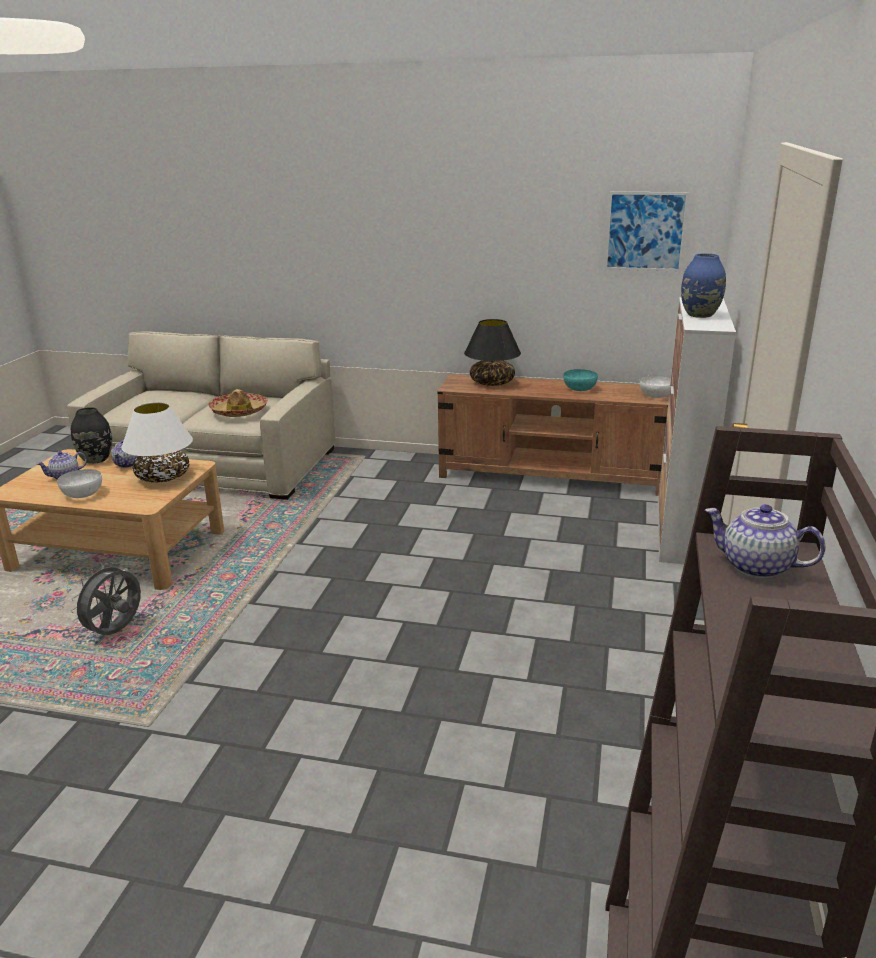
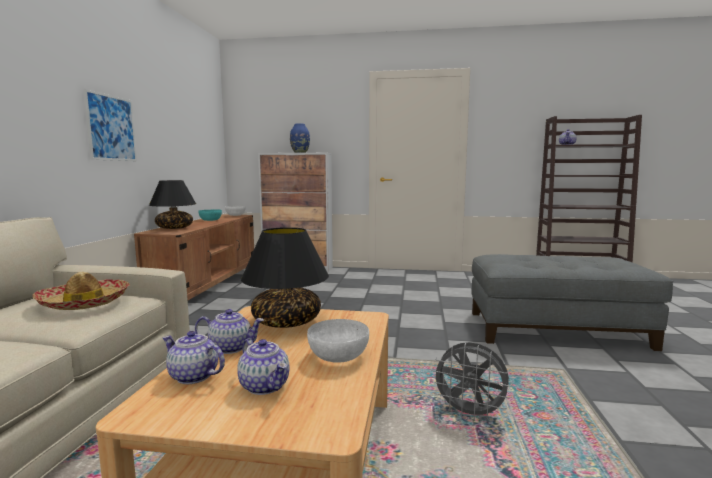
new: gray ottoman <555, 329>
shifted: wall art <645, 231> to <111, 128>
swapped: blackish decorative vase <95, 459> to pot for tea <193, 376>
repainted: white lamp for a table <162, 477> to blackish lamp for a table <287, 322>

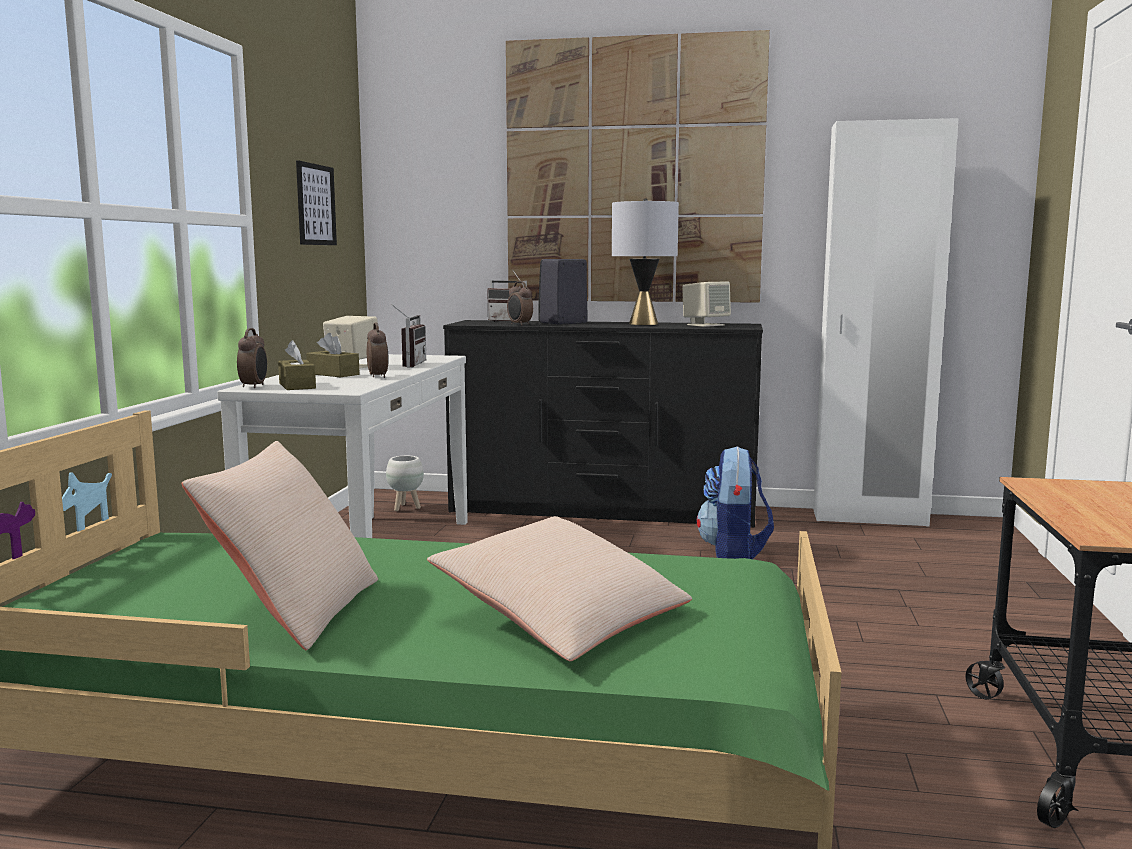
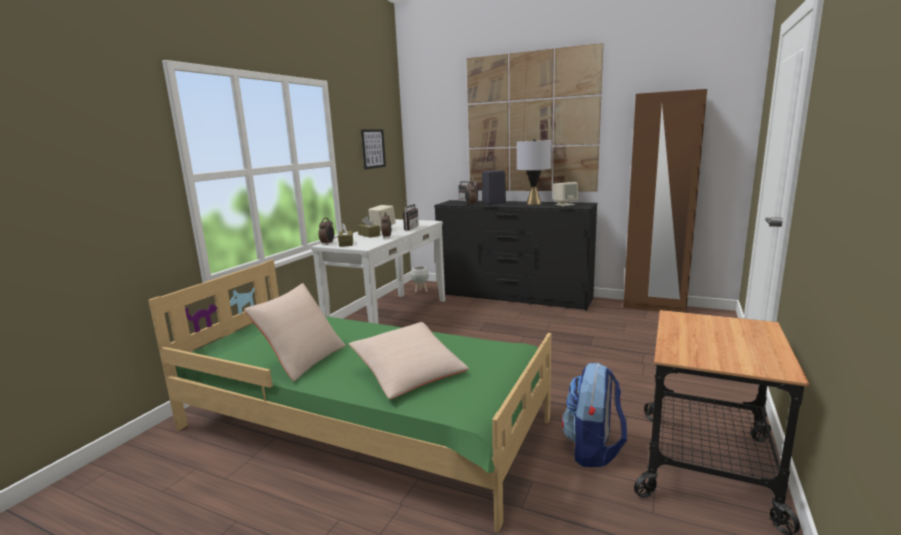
shifted: knapsack <734, 553> to <593, 449>
repainted: white clothes cupboard <869, 518> to brown clothes cupboard <654, 307>

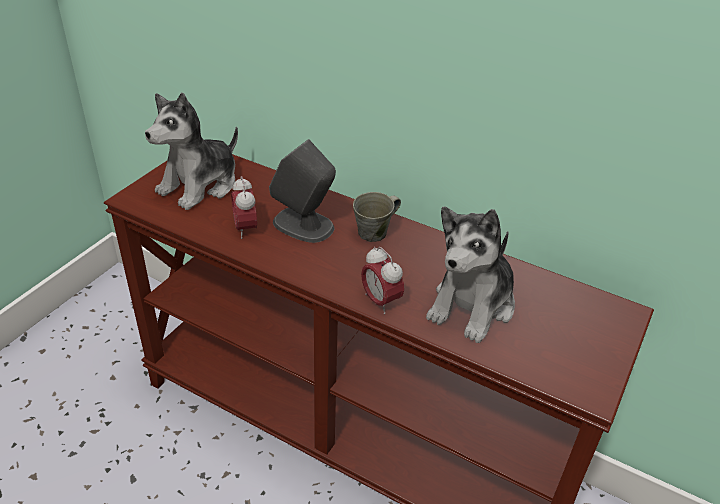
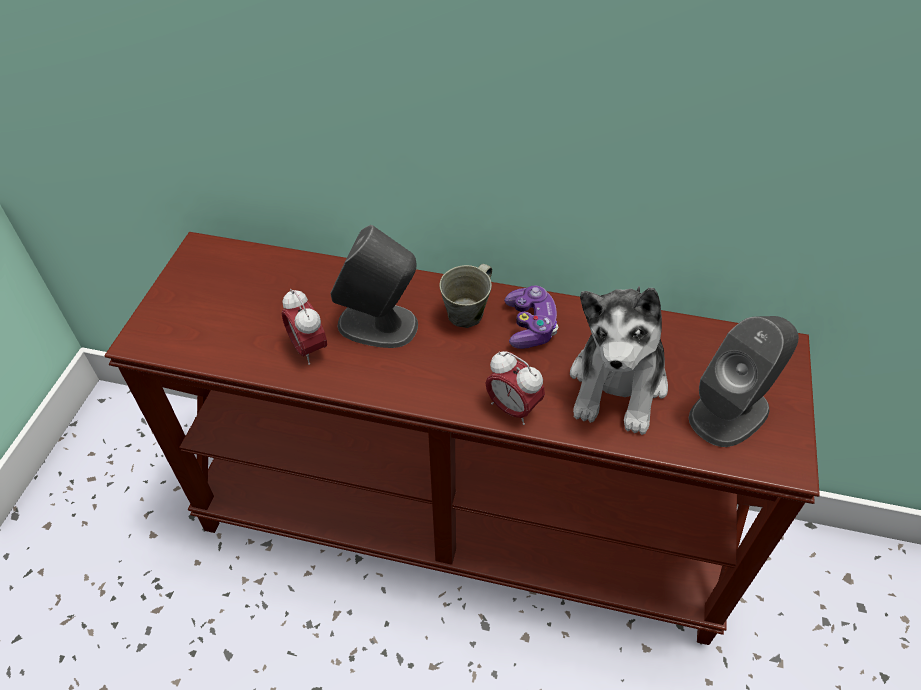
gone: cuddly toy <200, 185>
new: gamepad <530, 326>; gray speaker <729, 412>

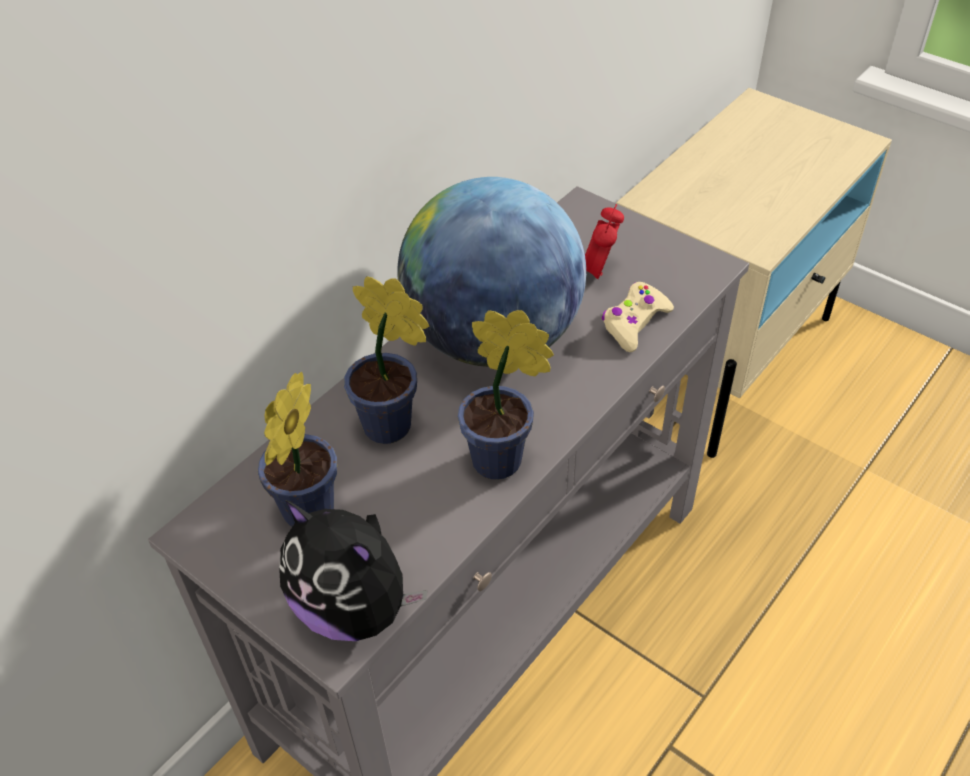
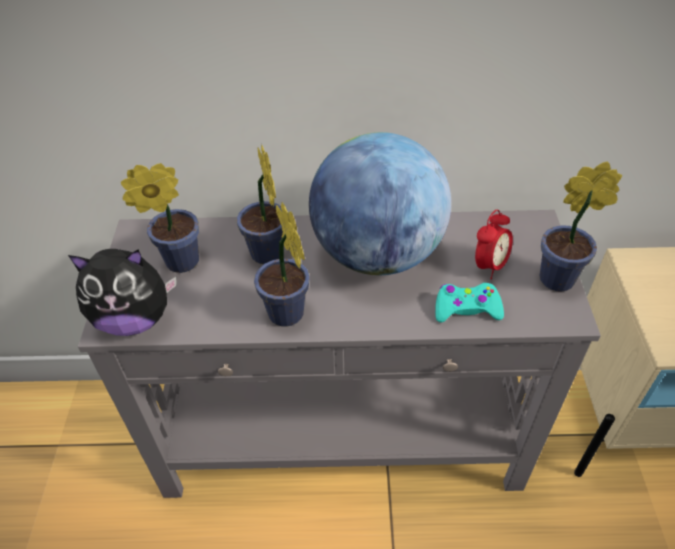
new: plant in a pot <561, 279>
repainted: beige-coloured gamepad <634, 323> to turquoise gamepad <466, 308>
rotated: cuddly toy <355, 607> = <135, 319> 90 degrees counterclockwise; bedside clock <598, 273> = <489, 265> 150 degrees clockwise

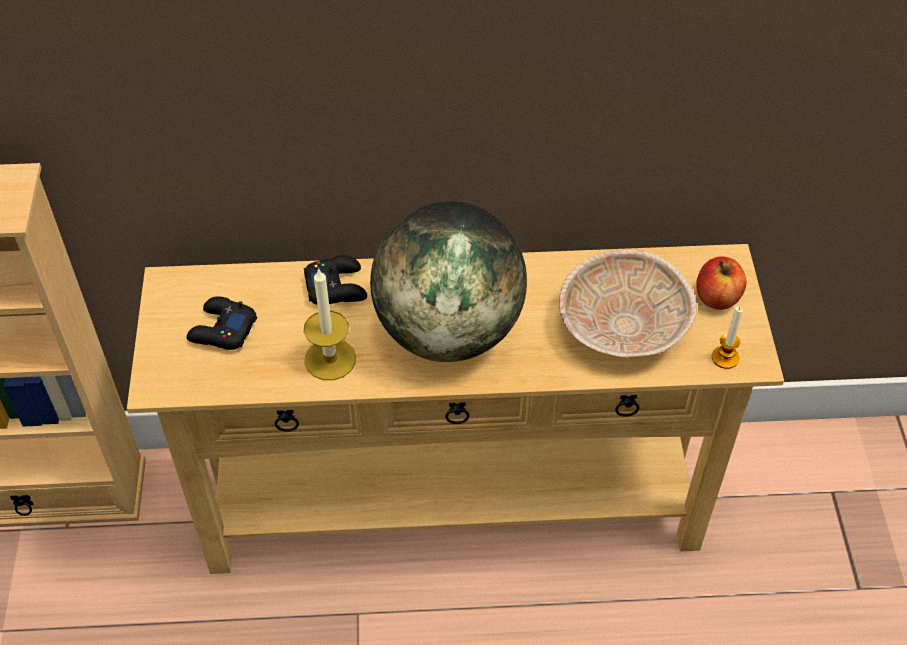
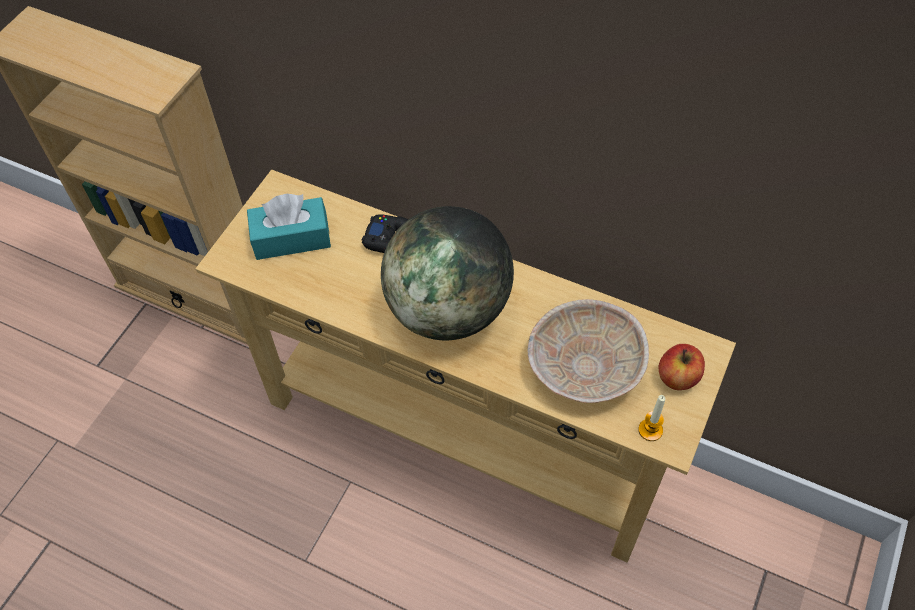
gone: candle <330, 359>
swapped: blackish gamepad <222, 330> to turquoise box of tissues <291, 238>

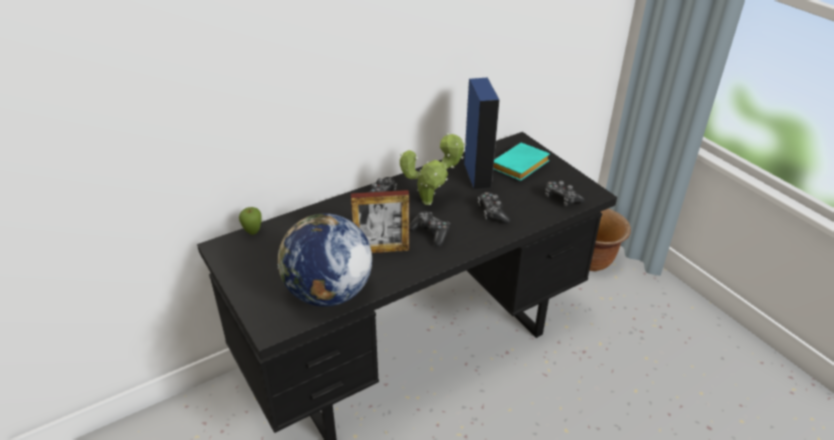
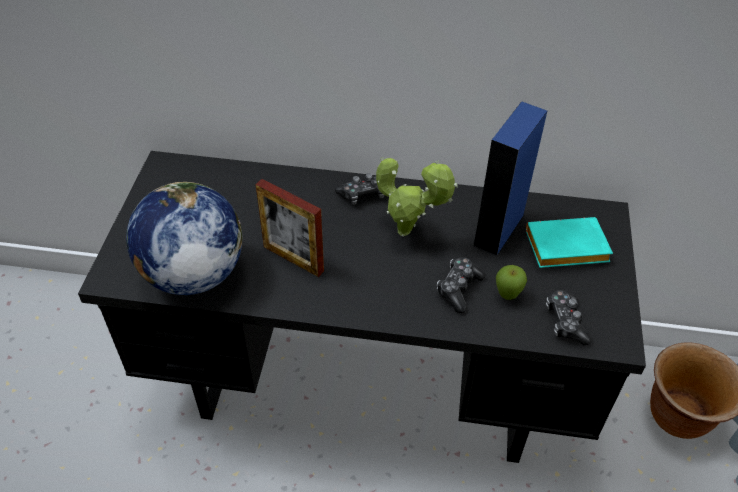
gone: gamepad <430, 233>
shifted: apple fruit <253, 232> to <507, 296>

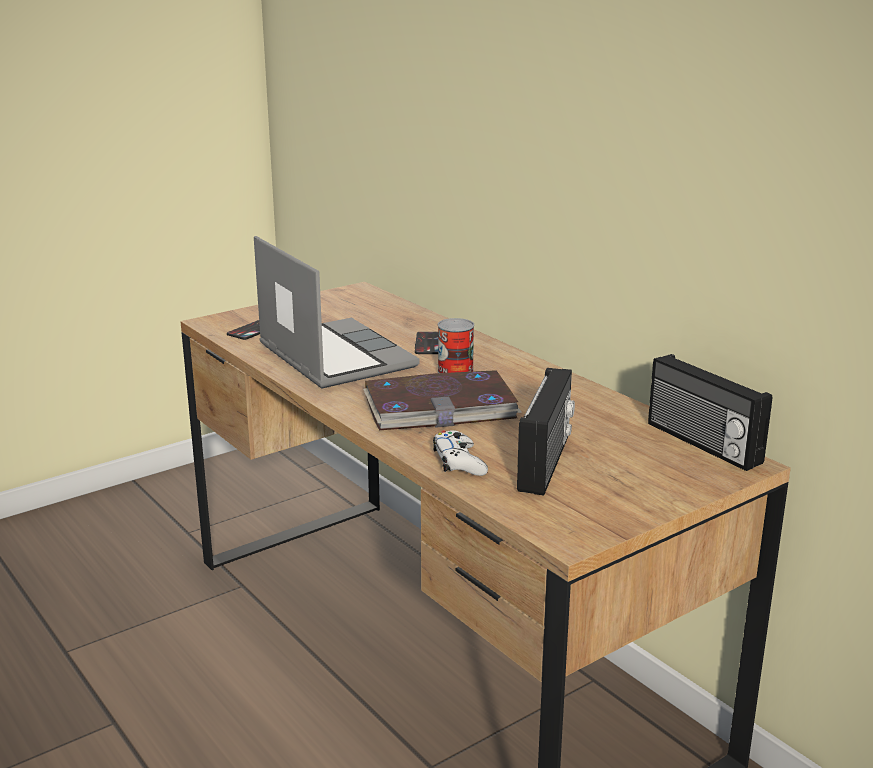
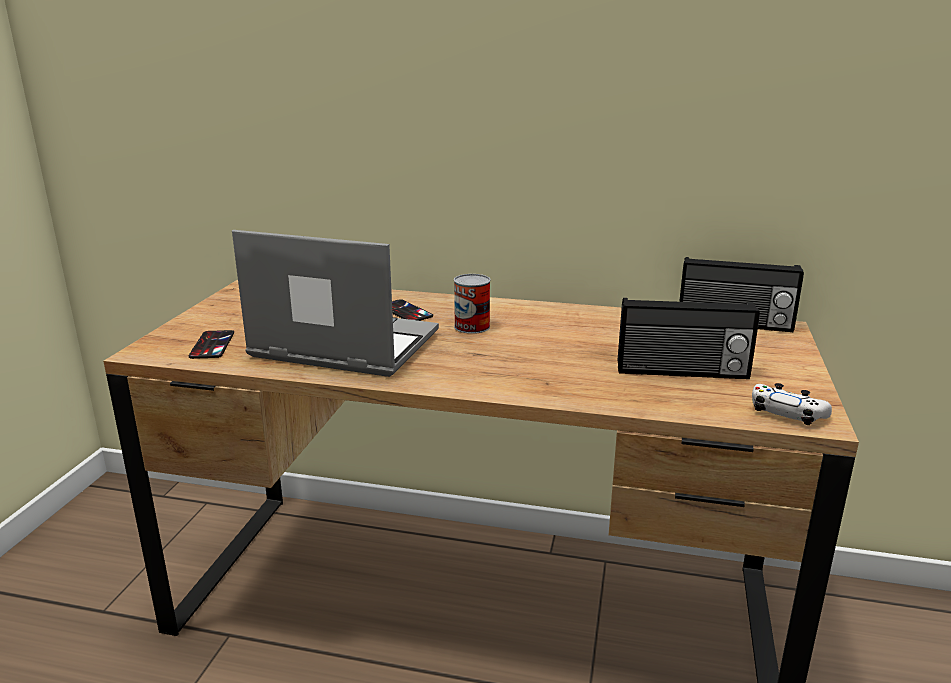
gone: volume <440, 407>
shifted: white gamepad <459, 462> to <787, 413>
rotated: radio <547, 463> = <682, 372> 120 degrees clockwise

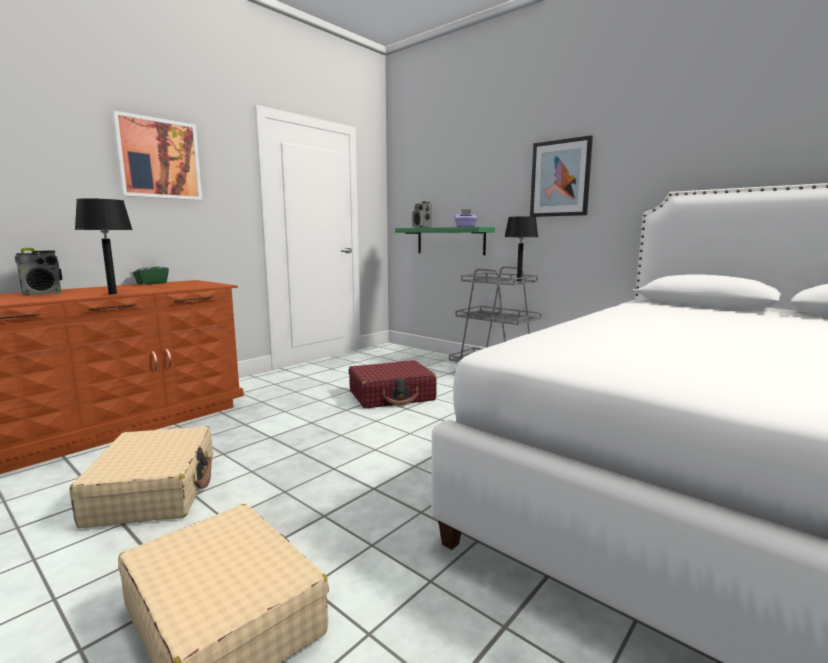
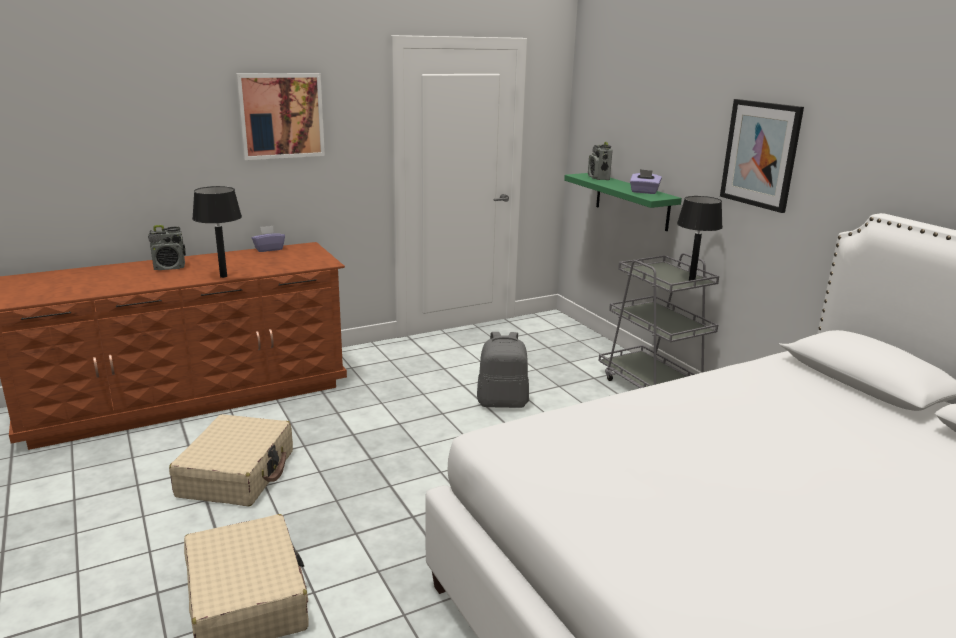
swapped: reddish travel case <392, 396> to gray knapsack <502, 402>
repainted: greenish box of tissues <152, 283> to purplish box of tissues <269, 249>

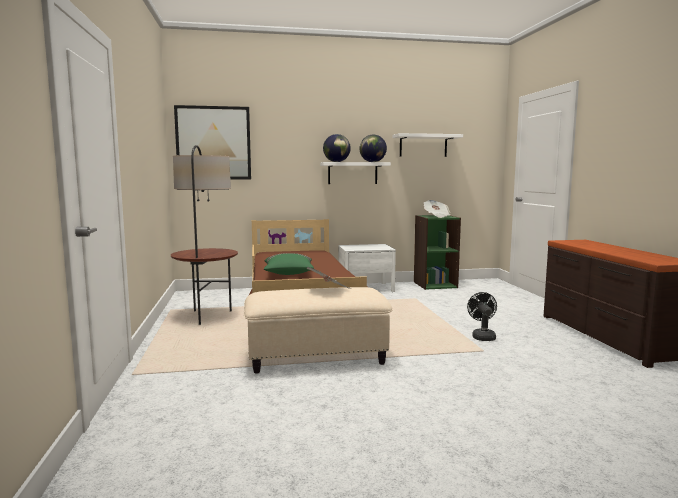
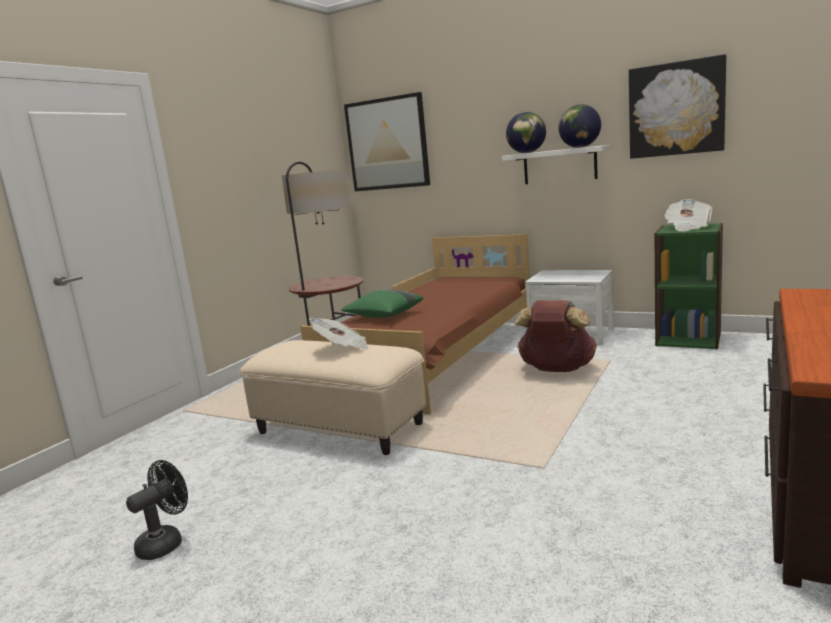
new: brown knapsack <556, 370>
shifted: blackish fan <482, 336> to <166, 542>
swapped: white bracket shelf <423, 146> to wall art <676, 109>

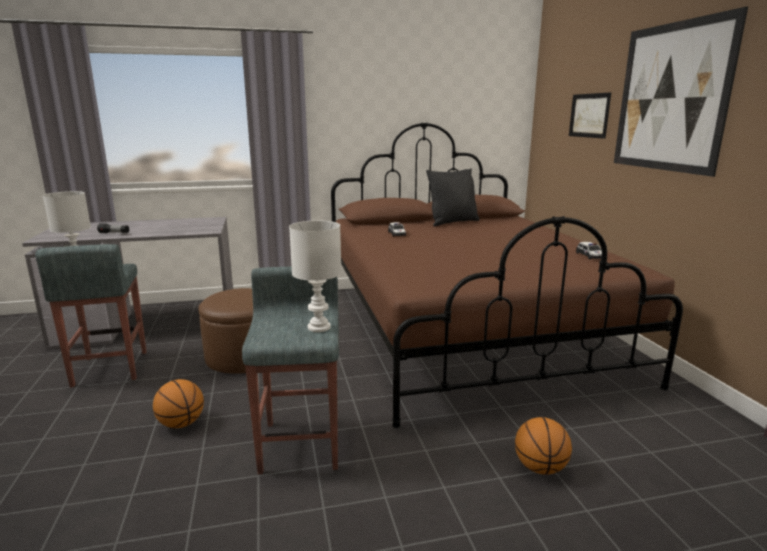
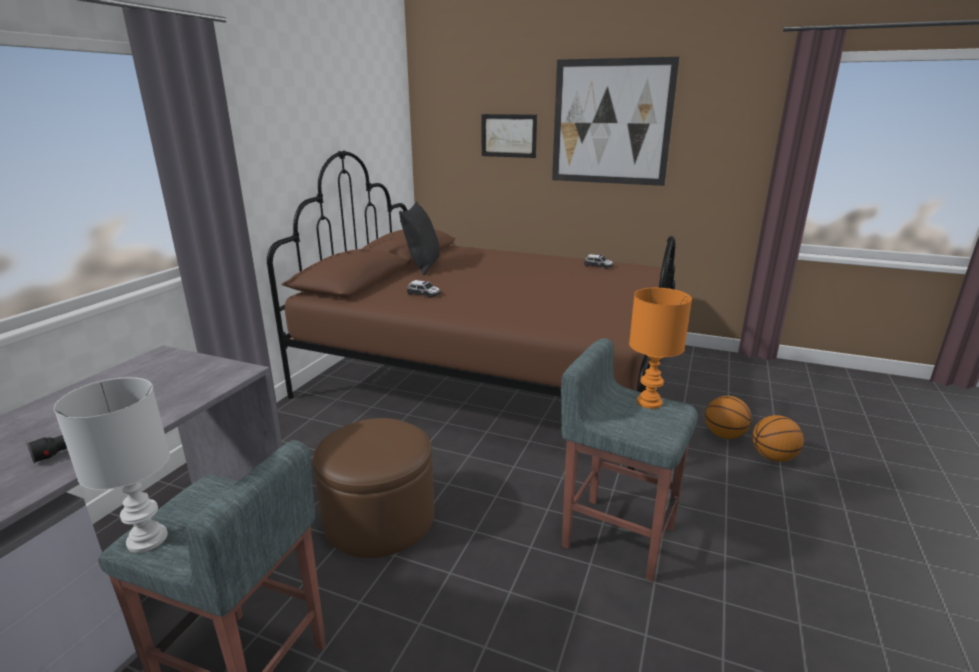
shifted: ball for basketball <181, 423> to <772, 457>
repainted: white lamp for a table <318, 327> to orange lamp for a table <648, 402>

